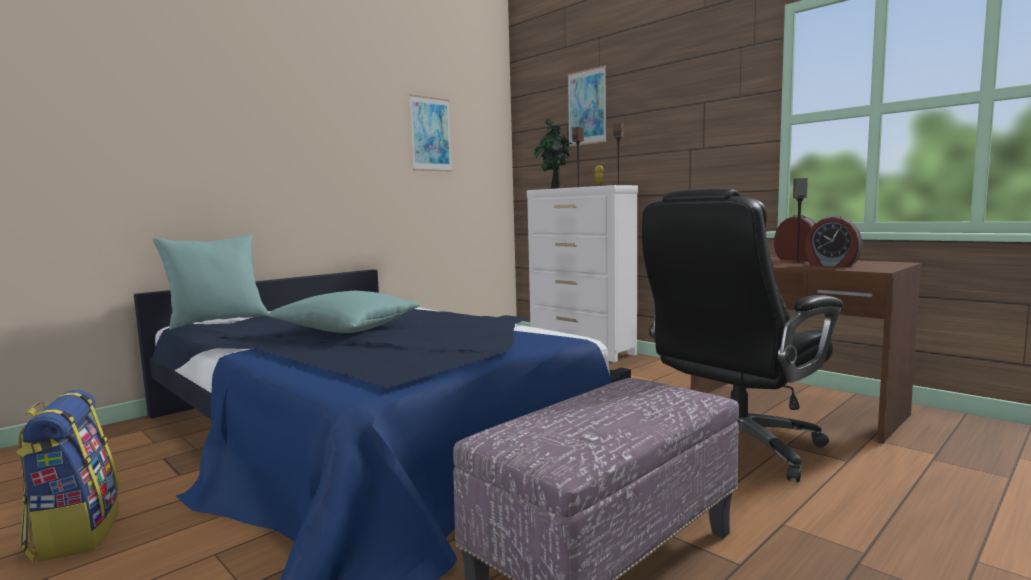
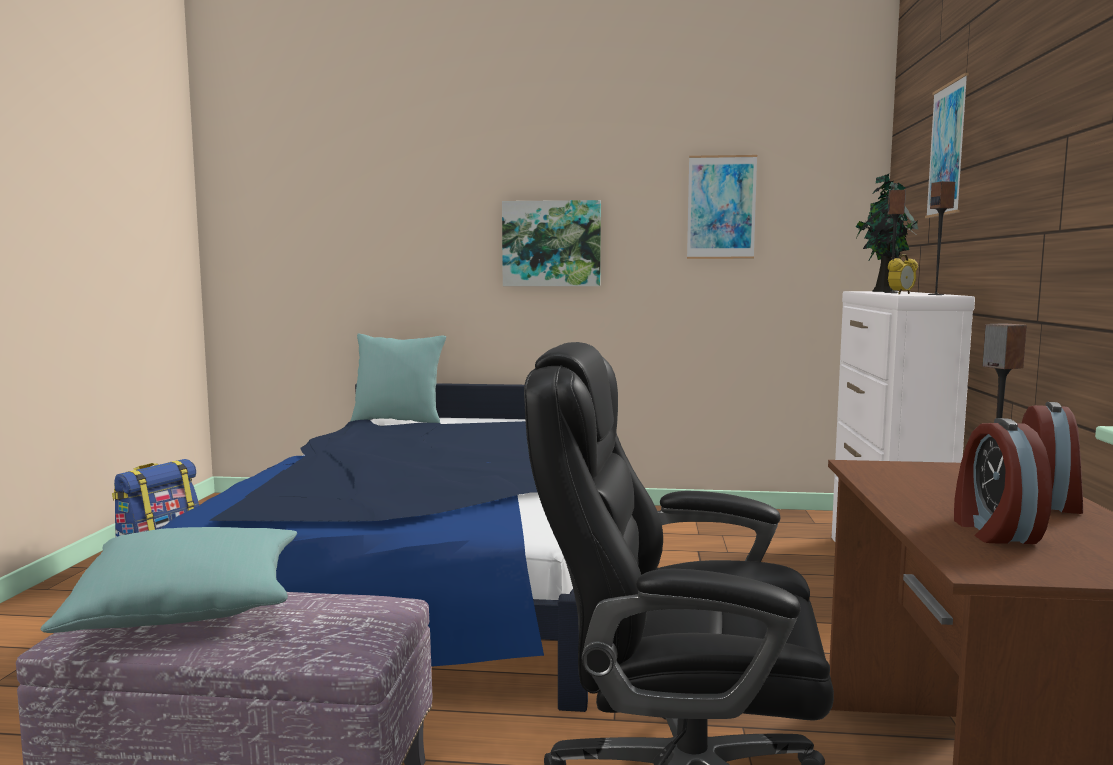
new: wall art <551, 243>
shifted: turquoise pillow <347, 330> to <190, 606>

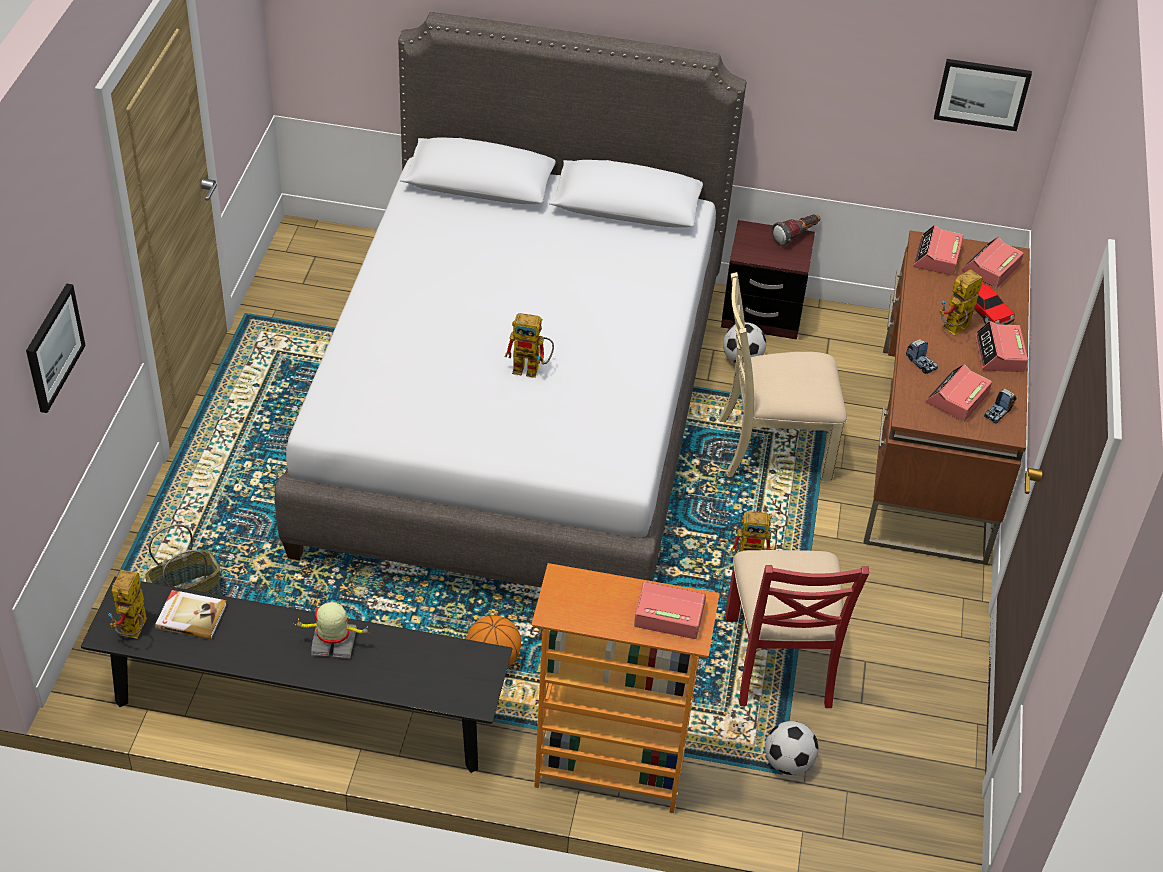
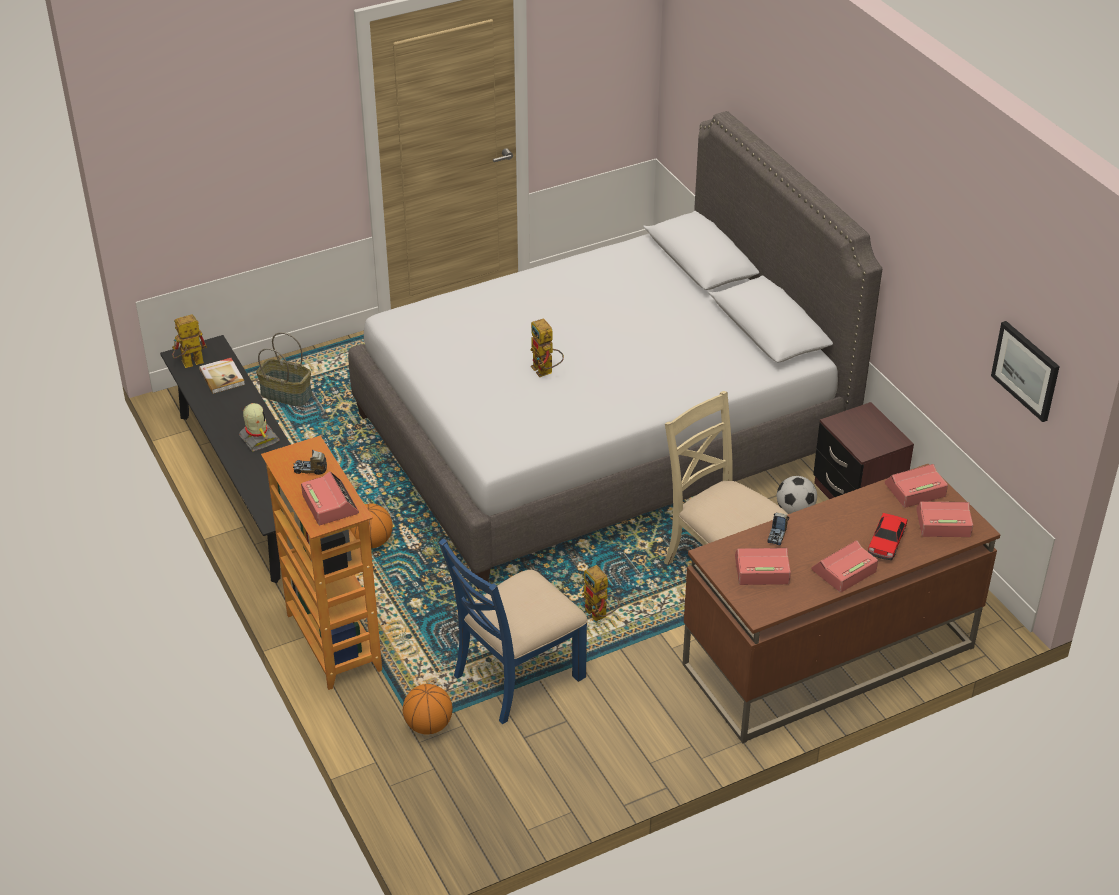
gone: wall art <53, 347>; flashlight <796, 236>; model robot <954, 330>
shifted: model truck <998, 413> to <310, 470>
swapped: ball for football <788, 763> to ball for basketball <428, 725>
repainted: reddish chair <779, 661> to blue chair <516, 676>

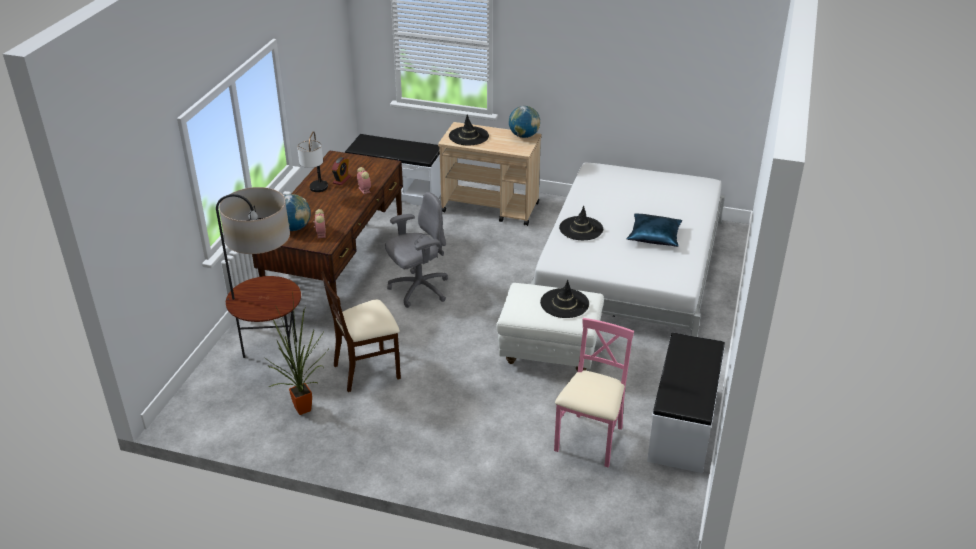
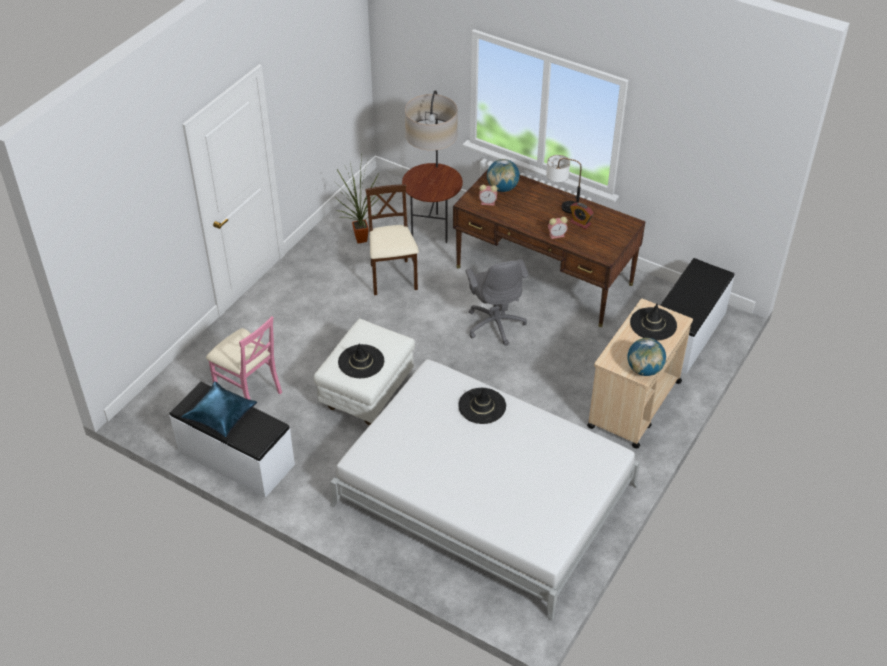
shifted: blue pillow <654, 236> to <220, 415>

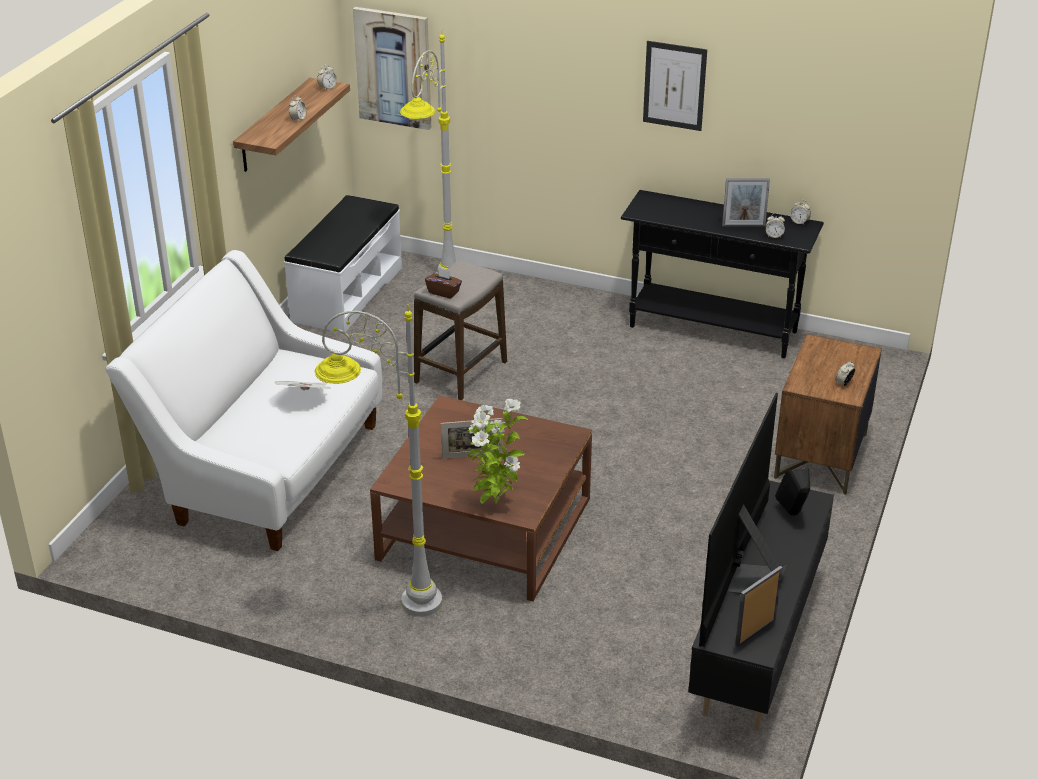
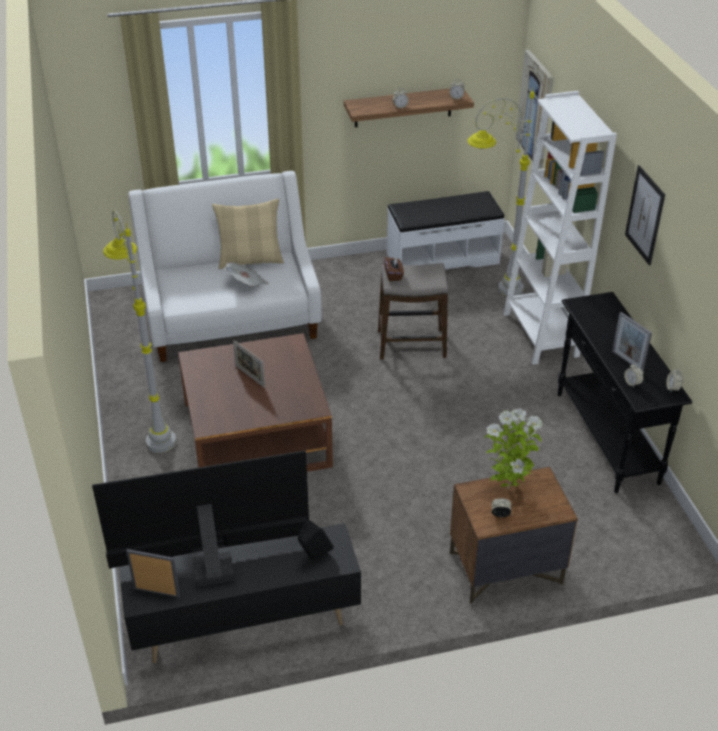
new: beige-coloured pillow <250, 260>; white bookcase <540, 335>
shifted: plant in a pot <494, 502> to <508, 488>

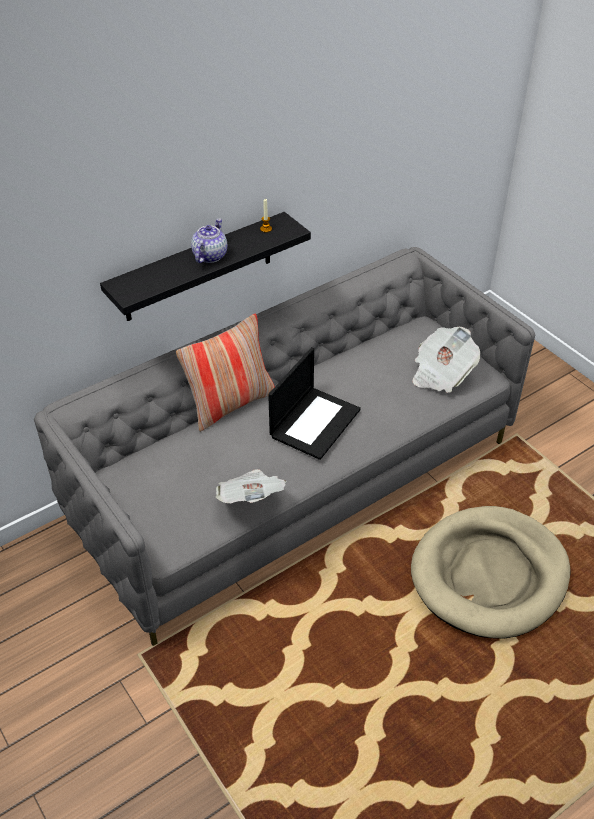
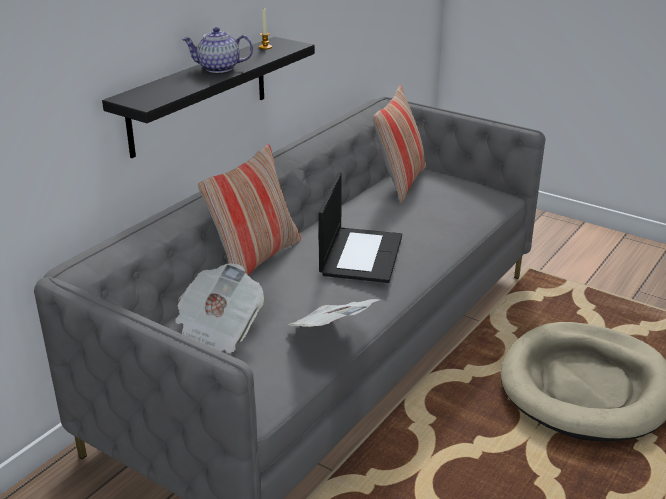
new: pillow <400, 182>
shifted: daily paper <441, 373> to <217, 332>
rotated: pot for tea <209, 255> = <218, 68> 90 degrees counterclockwise

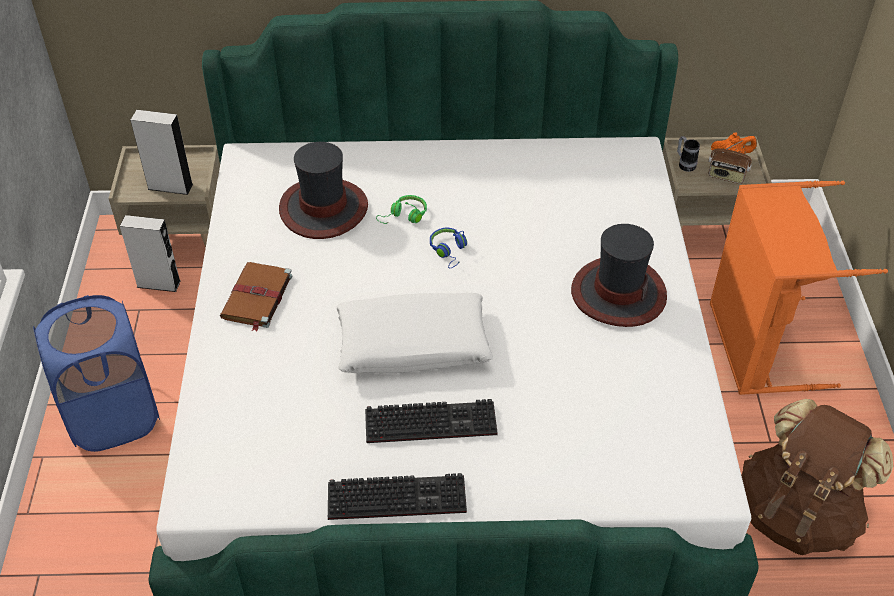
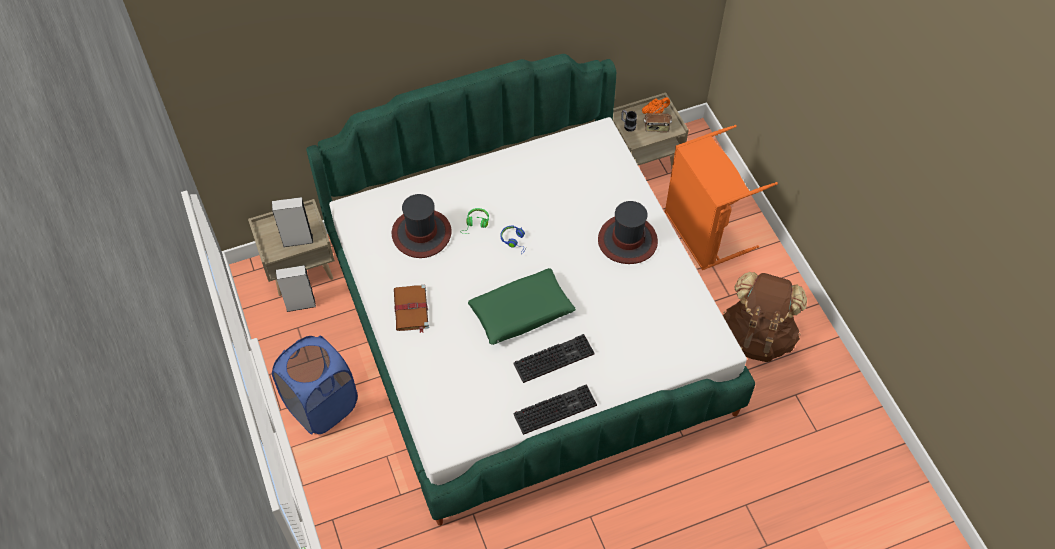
repainted: white pillow <413, 345> to greenish pillow <521, 312>

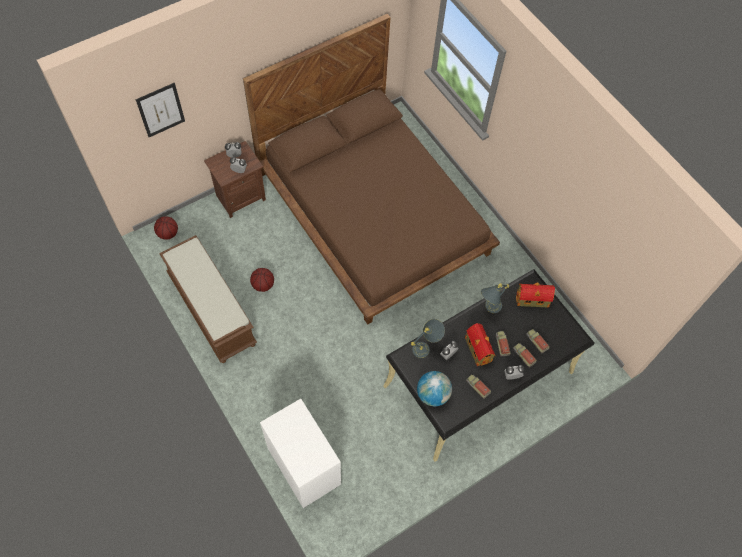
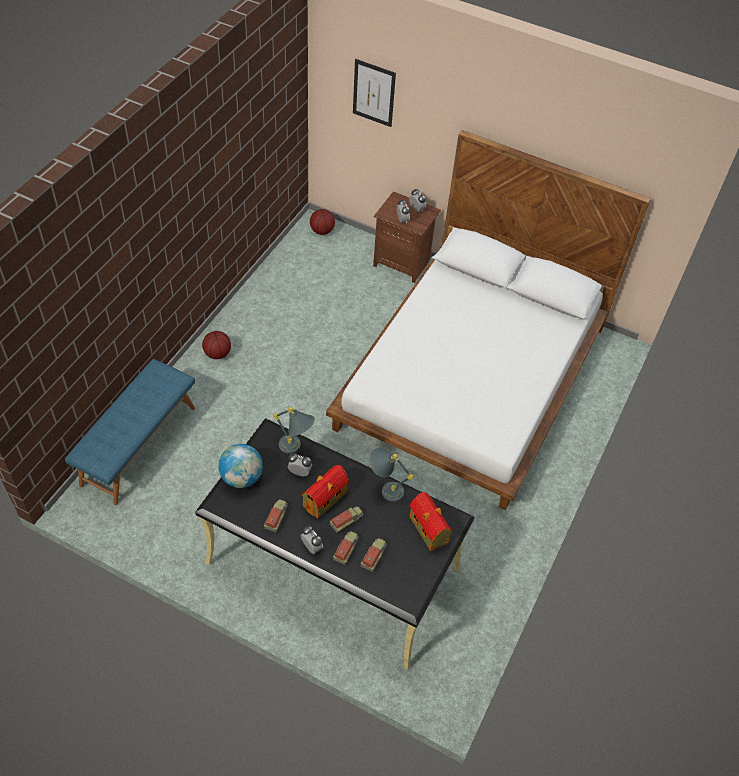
gone: brown indoor bench <210, 309>
shifted: ball for basketball <263, 285> to <217, 354>
swapped: white chest of drawers <303, 466> to blue indoor bench <138, 445>
repainted: brown bedroom bed <374, 212> to white bedroom bed <472, 377>

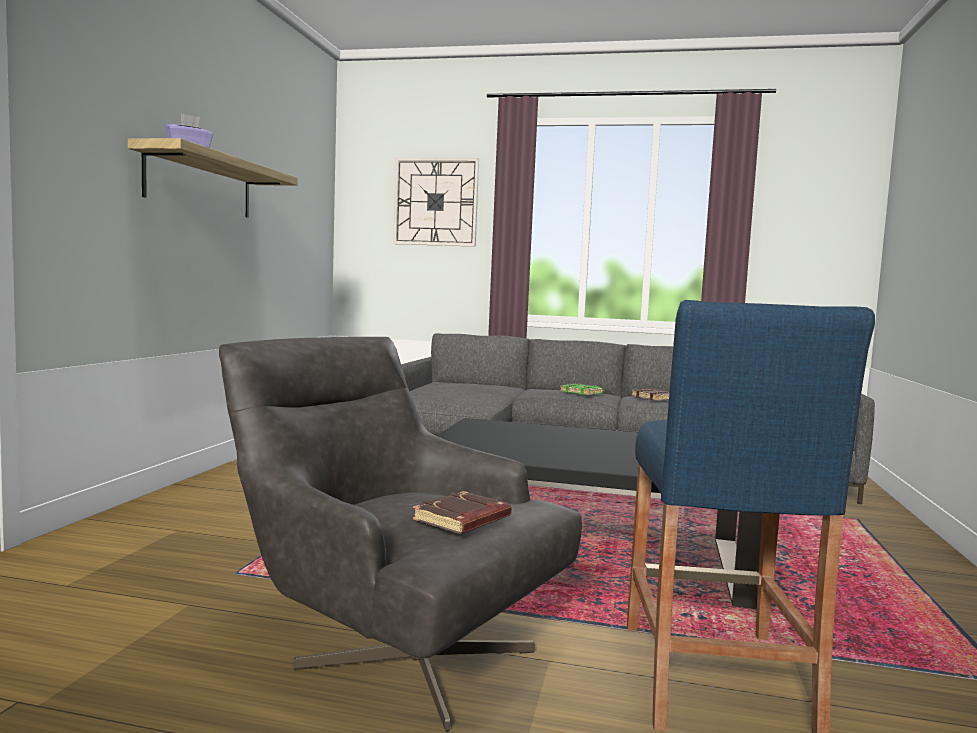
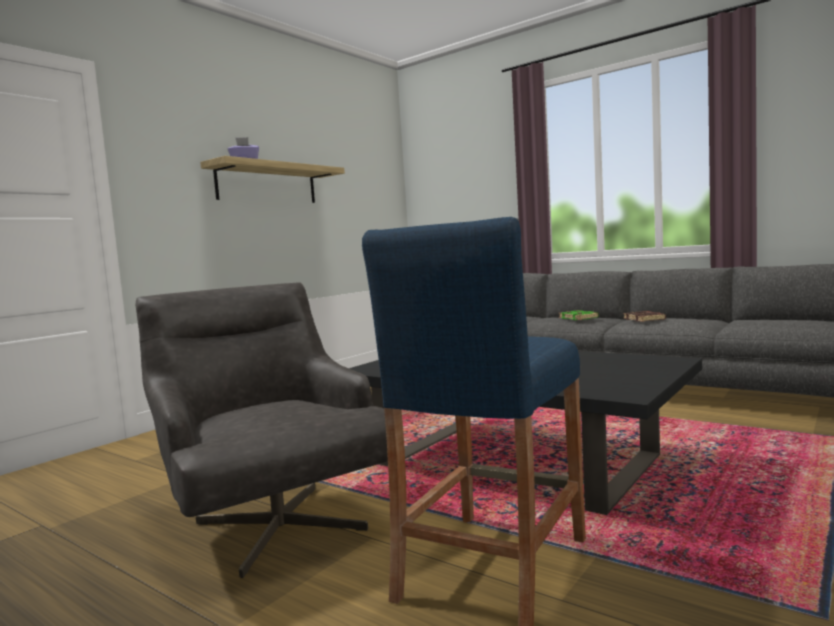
gone: wall clock <436, 202>; brown volume <463, 520>

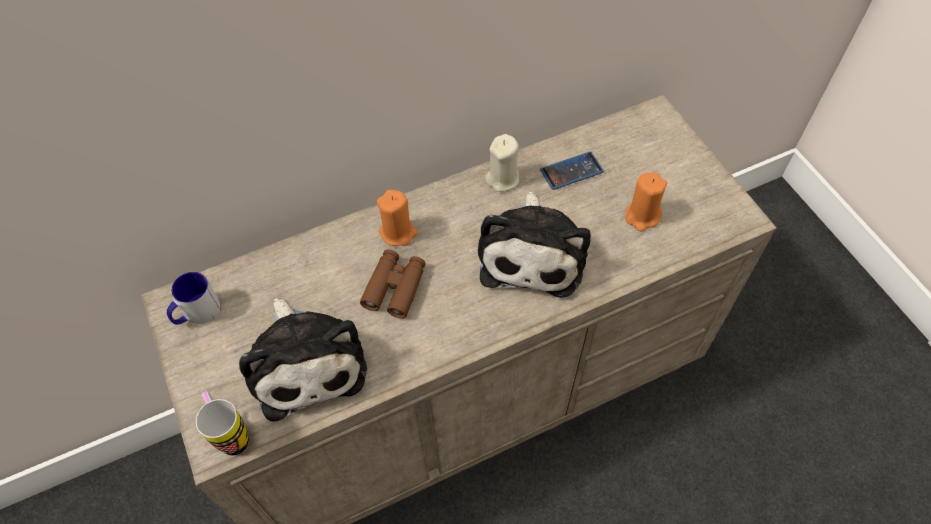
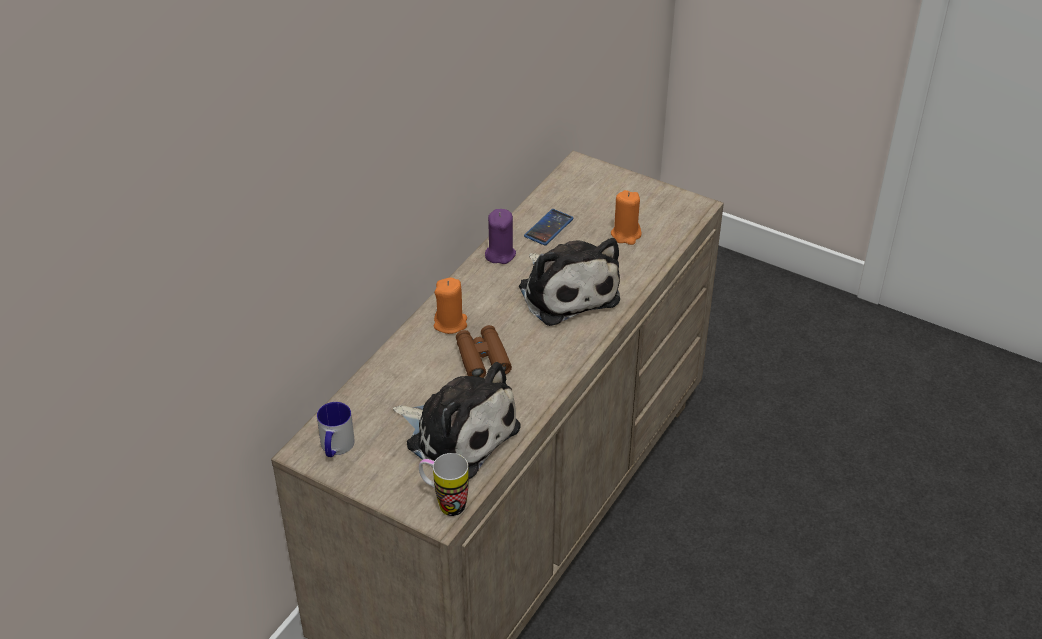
repainted: beige-coloured candle <502, 178> to purplish candle <500, 254>

